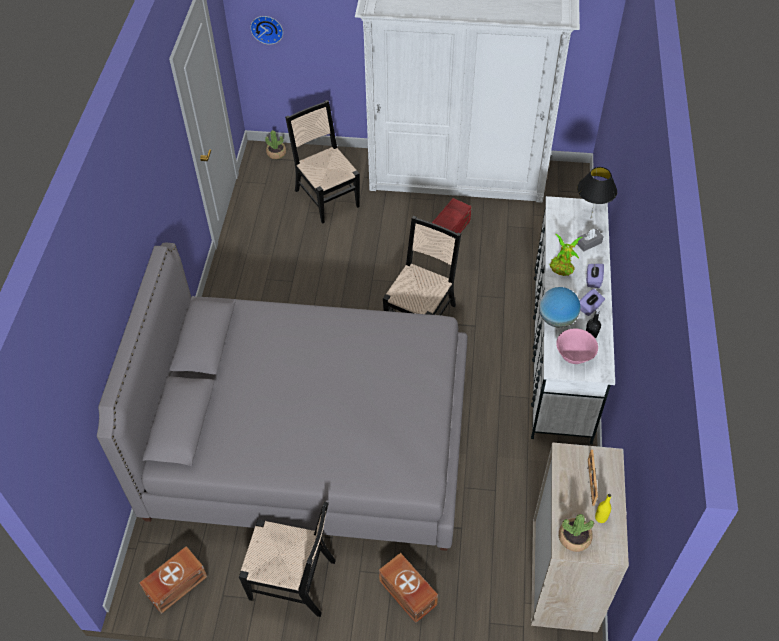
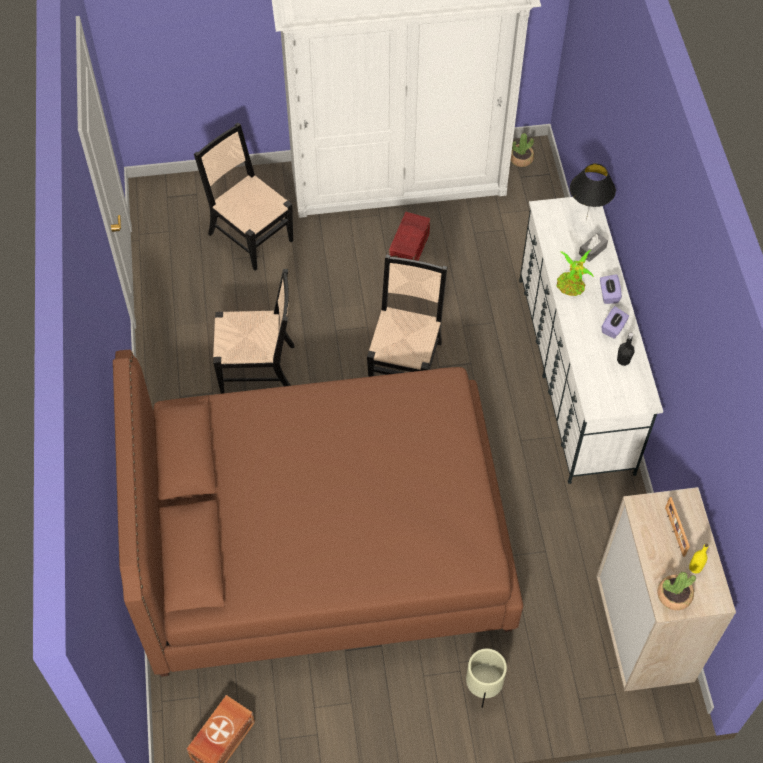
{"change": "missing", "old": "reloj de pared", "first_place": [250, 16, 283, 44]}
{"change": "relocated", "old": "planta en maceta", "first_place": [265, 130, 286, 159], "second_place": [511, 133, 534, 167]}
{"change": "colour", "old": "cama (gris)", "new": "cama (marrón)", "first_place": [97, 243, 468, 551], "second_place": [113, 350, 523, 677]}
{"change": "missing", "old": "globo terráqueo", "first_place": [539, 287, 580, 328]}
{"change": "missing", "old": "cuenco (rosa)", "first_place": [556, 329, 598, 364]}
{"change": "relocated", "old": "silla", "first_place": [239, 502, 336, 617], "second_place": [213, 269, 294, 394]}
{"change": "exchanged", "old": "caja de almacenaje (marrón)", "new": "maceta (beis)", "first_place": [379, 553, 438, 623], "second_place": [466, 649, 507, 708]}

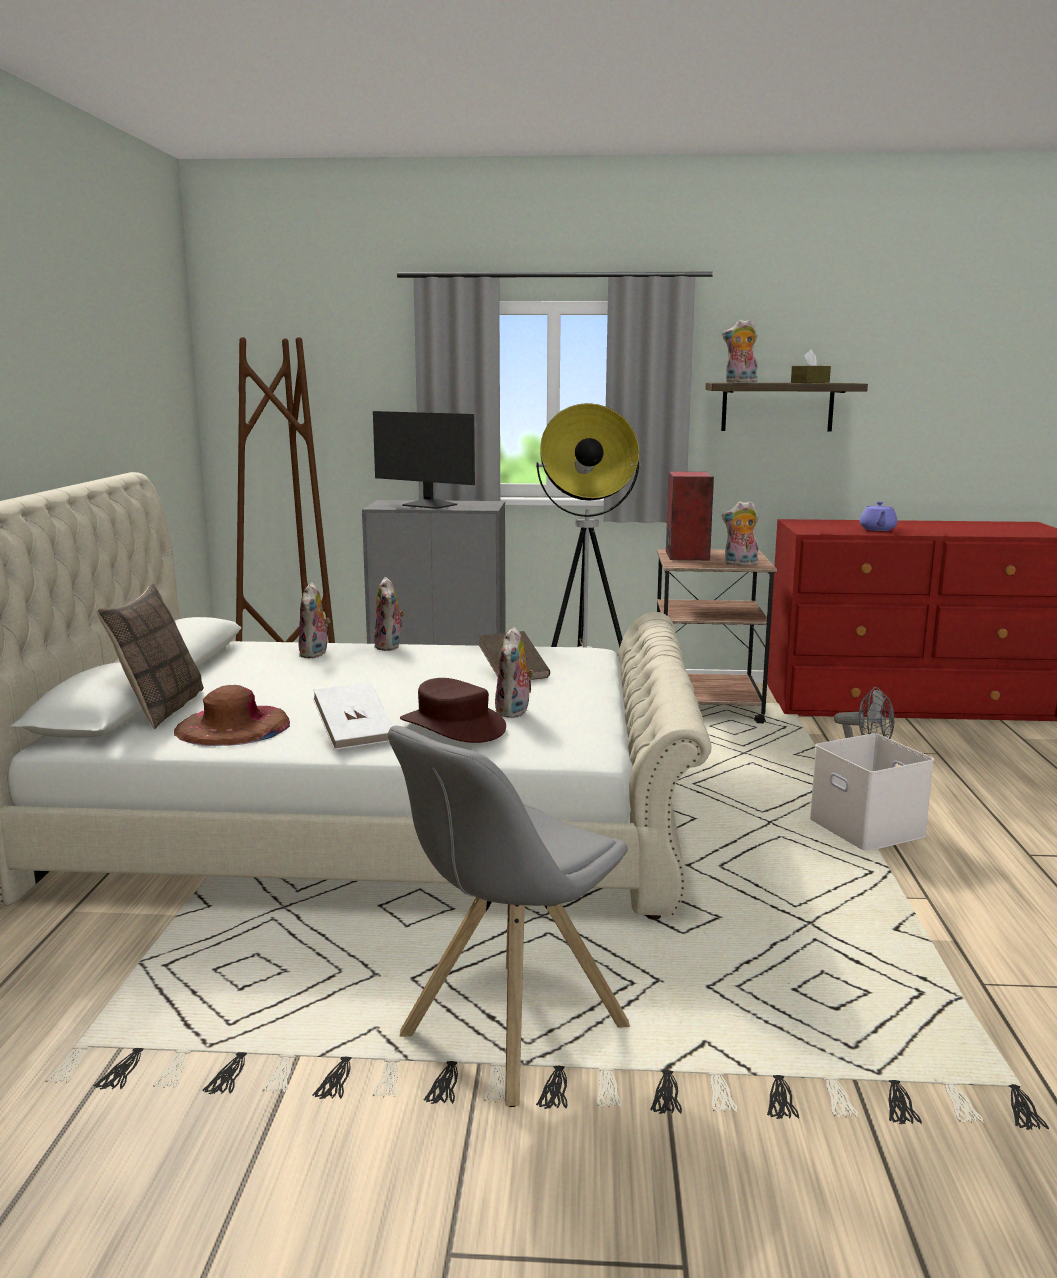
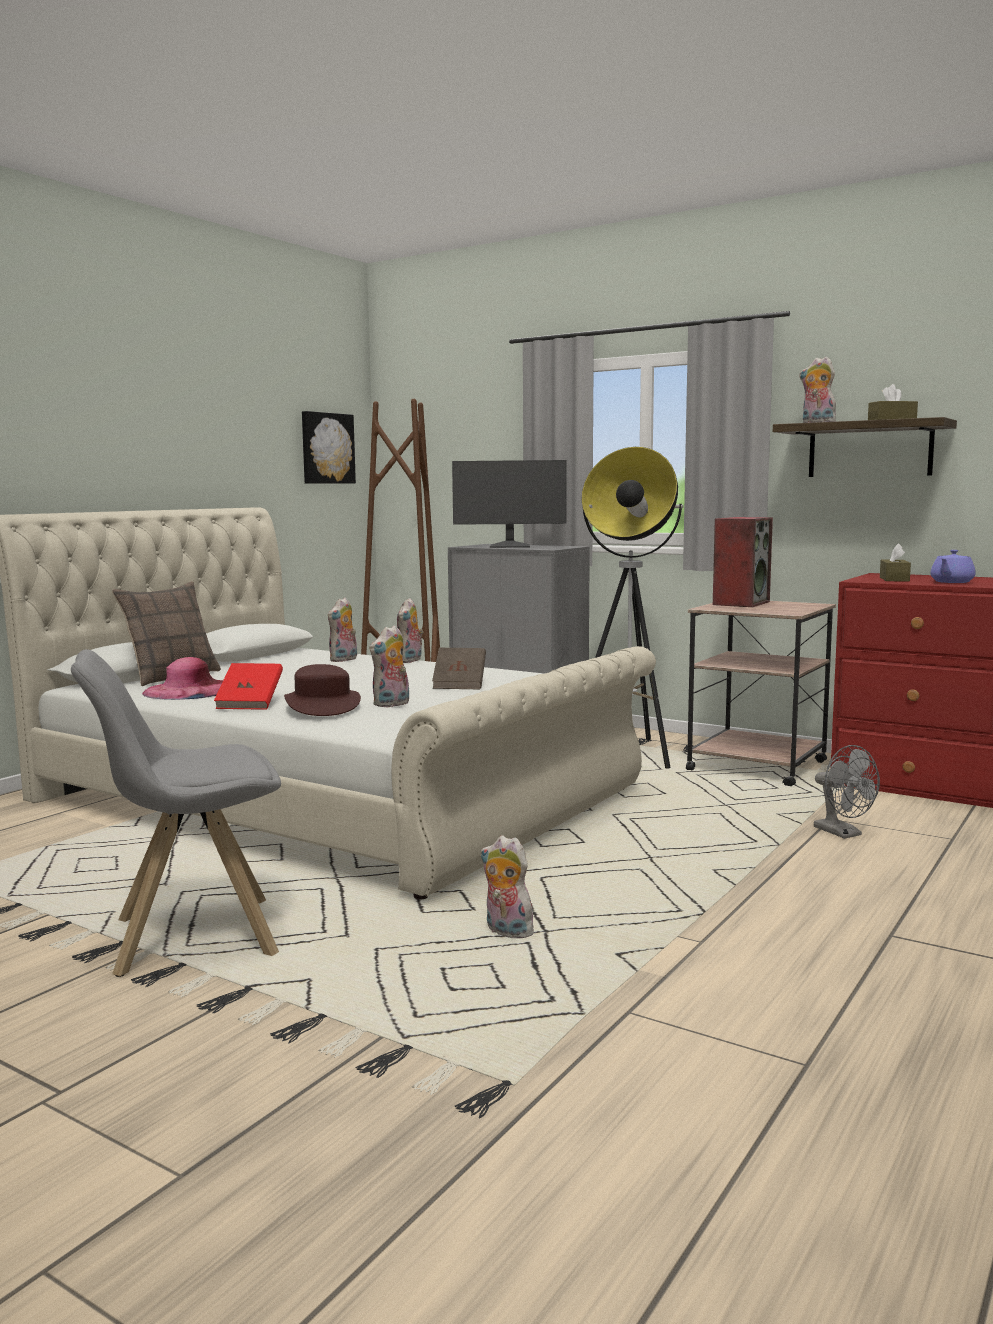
{"change": "spun", "old": "monitor", "first_place": [373, 411, 475, 509], "second_place": [452, 460, 567, 548], "degrees": -60}
{"change": "relocated", "old": "peluche", "first_place": [722, 501, 759, 566], "second_place": [481, 835, 540, 938]}
{"change": "colour", "old": "libro (blanco)", "new": "libro (rojo)", "first_place": [313, 682, 392, 750], "second_place": [214, 663, 283, 710]}
{"change": "colour", "old": "sombrero (marrón)", "new": "sombrero (rosa)", "first_place": [174, 685, 290, 746], "second_place": [142, 657, 223, 700]}
{"change": "missing", "old": "caja de almacenaje (blanco)", "first_place": [810, 733, 934, 851]}
{"change": "appeared", "new": "cuadro", "second_place": [302, 411, 356, 484]}
{"change": "appeared", "new": "caja de pañuelos (marrón)", "second_place": [880, 543, 911, 582]}

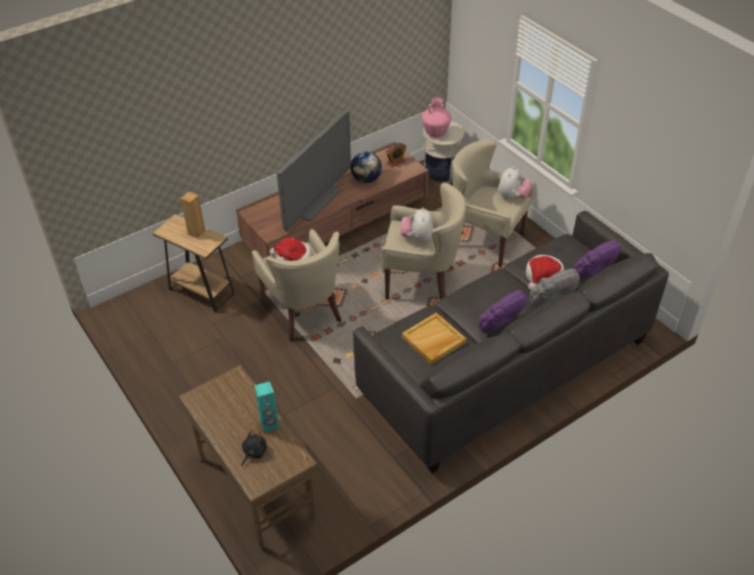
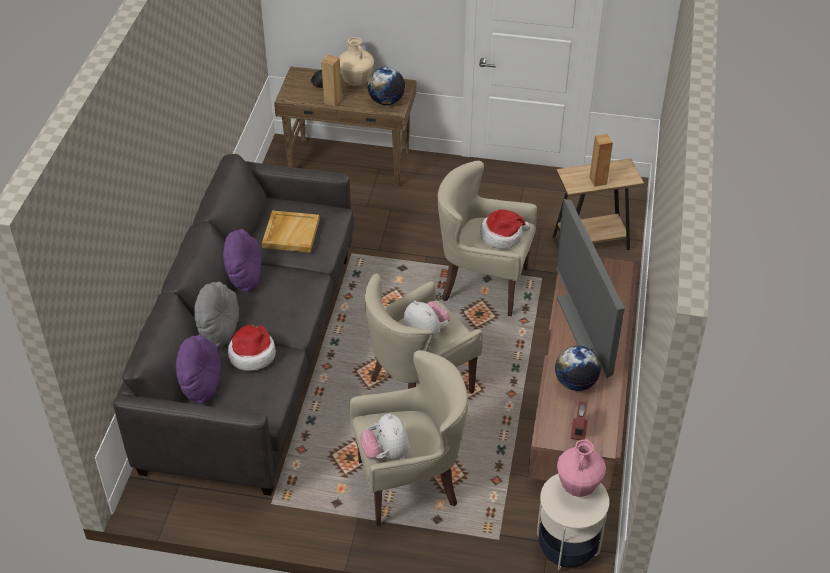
{"change": "colour", "old": "altavoz (turquesa)", "new": "altavoz (marrón)", "first_place": [254, 381, 279, 432], "second_place": [321, 55, 342, 107]}
{"change": "appeared", "new": "florero (beis)", "second_place": [339, 37, 374, 86]}
{"change": "appeared", "new": "globo terráqueo", "second_place": [367, 67, 405, 105]}

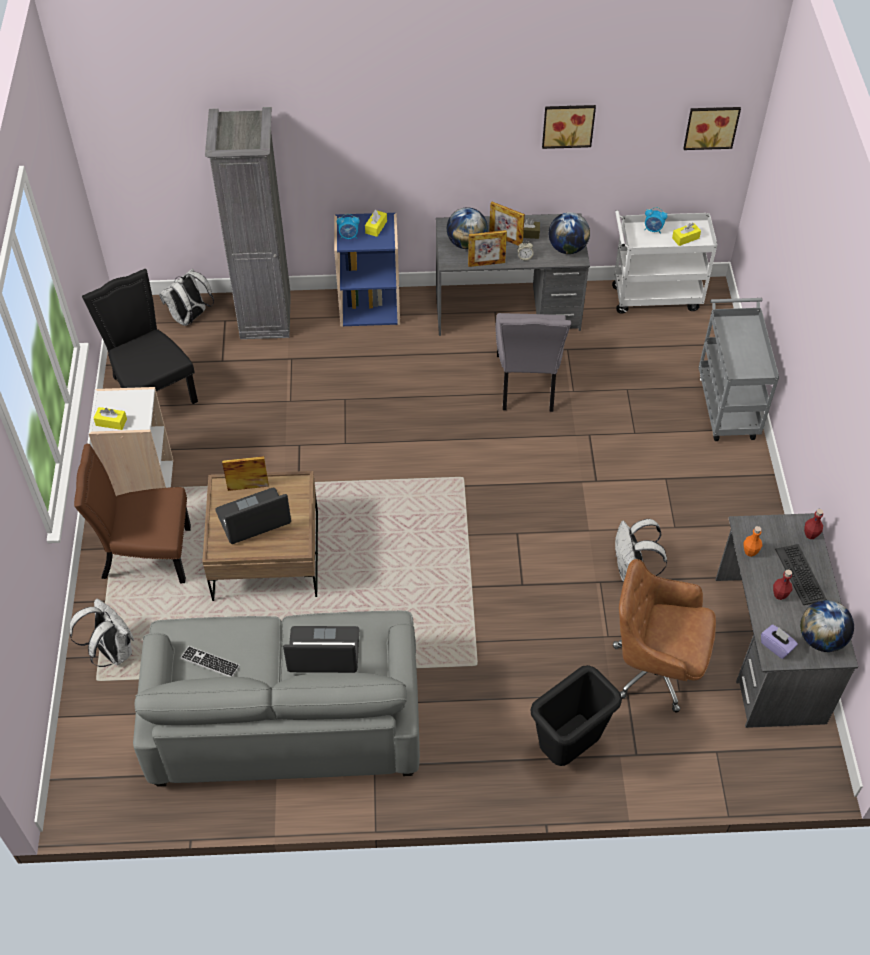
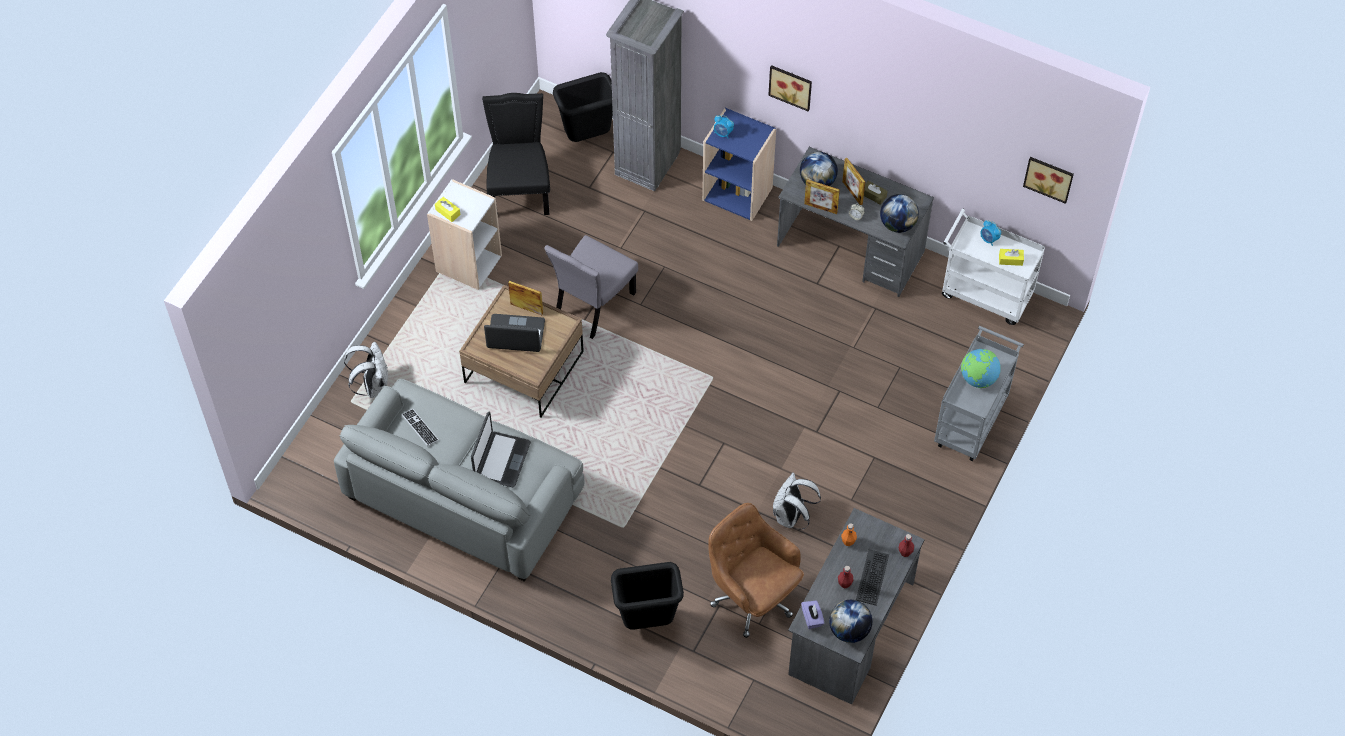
{"change": "relocated", "old": "cuadro", "first_place": [542, 105, 596, 149], "second_place": [768, 65, 812, 111]}
{"change": "missing", "old": "caja de pañuelos (amarillo)", "first_place": [365, 210, 387, 237]}
{"change": "exchanged", "old": "mochila (blanco)", "new": "papelera (negro)", "first_place": [159, 268, 214, 326], "second_place": [553, 72, 613, 142]}
{"change": "relocated", "old": "silla (gris)", "first_place": [495, 313, 571, 412], "second_place": [544, 235, 639, 339]}
{"change": "missing", "old": "silla (marrón)", "first_place": [74, 444, 191, 583]}
{"change": "spun", "old": "portátil", "first_place": [283, 626, 359, 673], "second_place": [471, 411, 531, 487], "degrees": 75}
{"change": "appeared", "new": "globo terráqueo", "second_place": [961, 349, 1001, 388]}

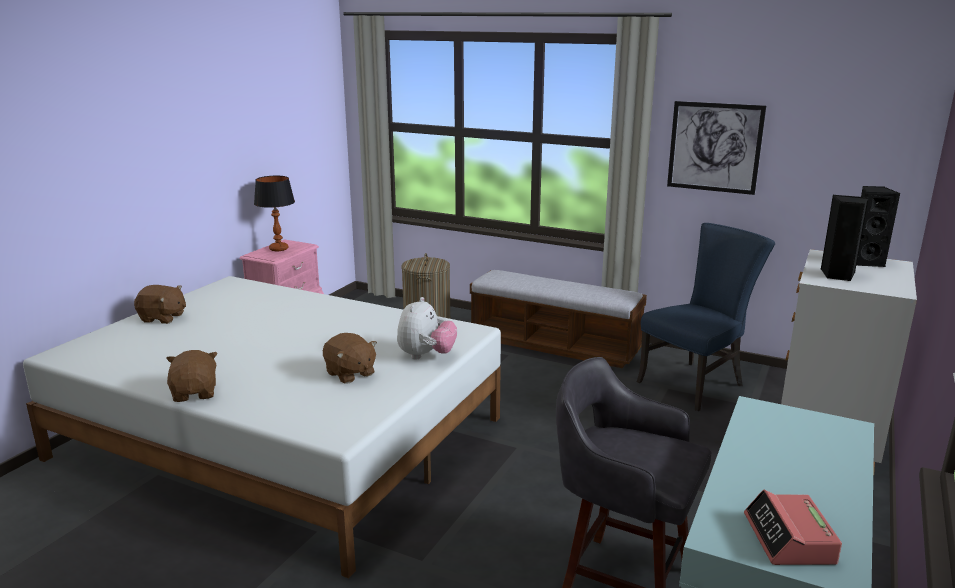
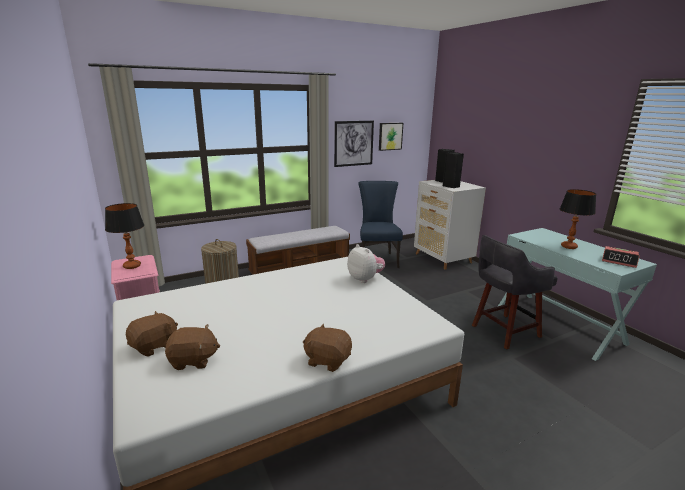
{"change": "relocated", "old": "peluche (marrón)", "first_place": [323, 333, 377, 384], "second_place": [165, 324, 220, 370]}
{"change": "appeared", "new": "cuadro", "second_place": [379, 123, 403, 151]}
{"change": "appeared", "new": "lámpara de mesa", "second_place": [560, 189, 596, 249]}

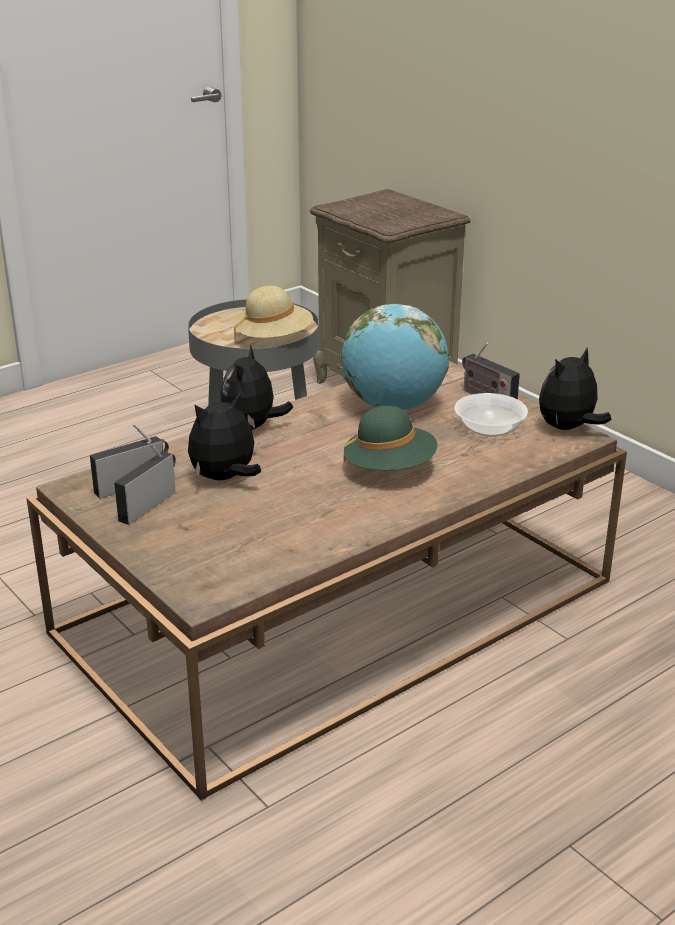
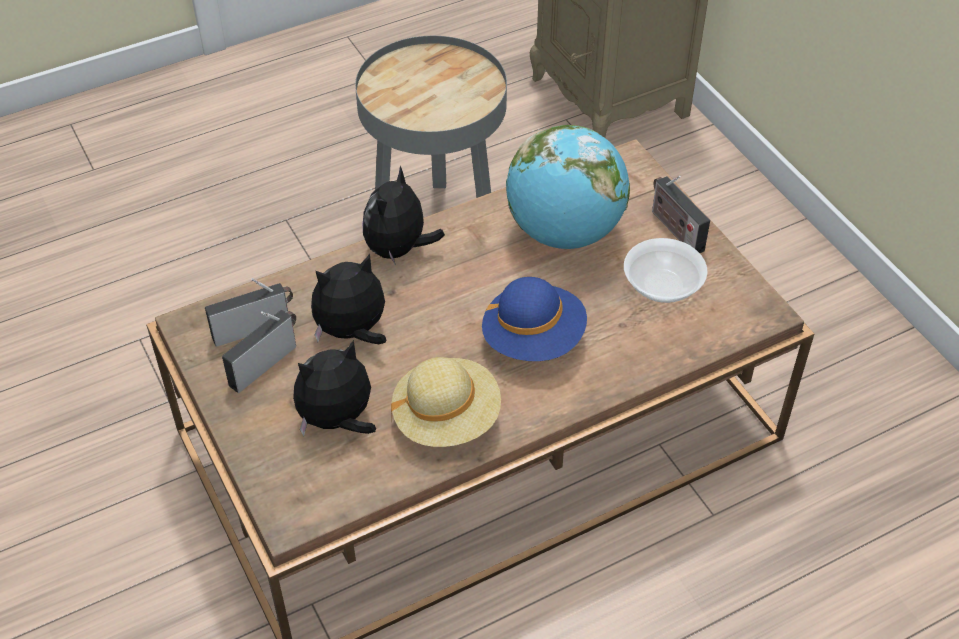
{"change": "relocated", "old": "sombrero (beis)", "first_place": [234, 286, 313, 342], "second_place": [391, 357, 501, 447]}
{"change": "relocated", "old": "peluche", "first_place": [539, 348, 611, 430], "second_place": [293, 340, 376, 436]}
{"change": "colour", "old": "sombrero (verde)", "new": "sombrero (azul)", "first_place": [344, 405, 437, 470], "second_place": [482, 277, 587, 361]}

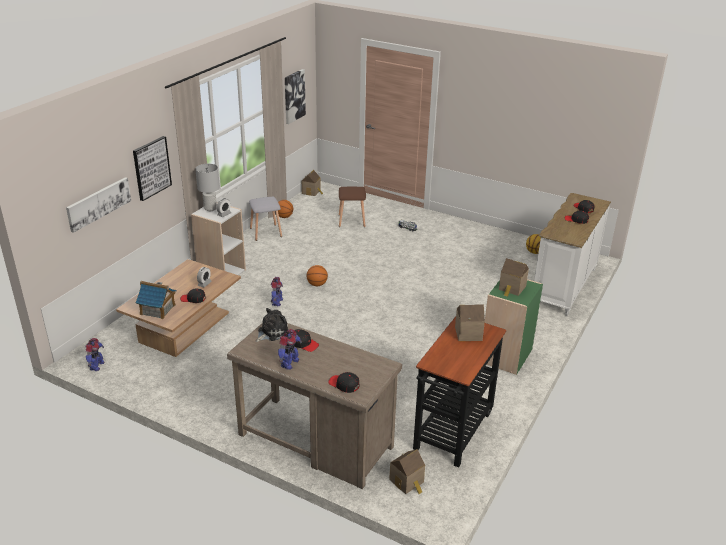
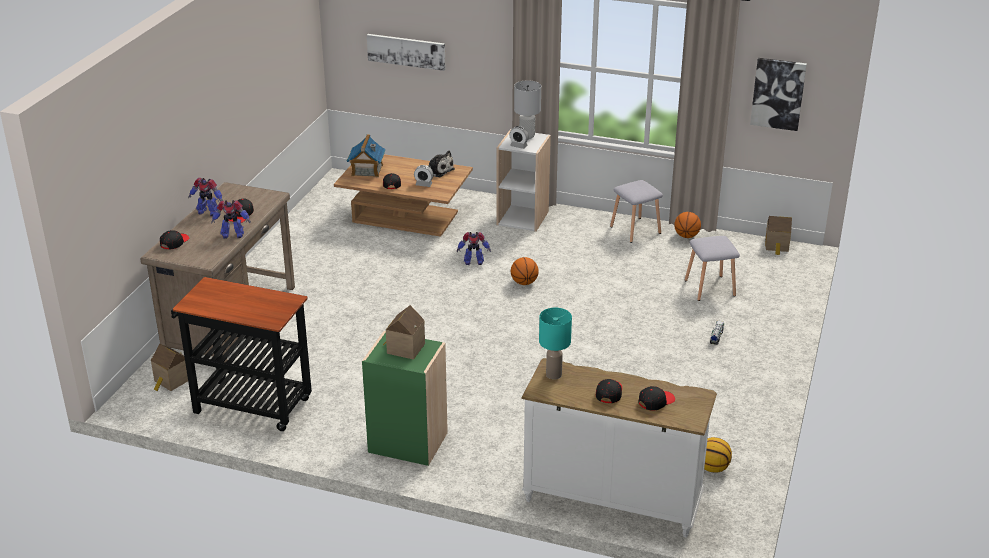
{"change": "missing", "old": "cuadro", "first_place": [133, 136, 172, 201]}
{"change": "colour", "old": "taburete (marrón)", "new": "taburete (gris)", "first_place": [339, 187, 366, 227], "second_place": [685, 236, 740, 301]}
{"change": "missing", "old": "casita", "first_place": [455, 304, 485, 341]}
{"change": "relocated", "old": "peluche", "first_place": [256, 308, 289, 342], "second_place": [426, 151, 455, 177]}
{"change": "relocated", "old": "robot de juguete", "first_place": [85, 338, 105, 371], "second_place": [211, 200, 251, 239]}
{"change": "appeared", "new": "lámpara de mesa (turquesa)", "second_place": [539, 308, 572, 379]}

